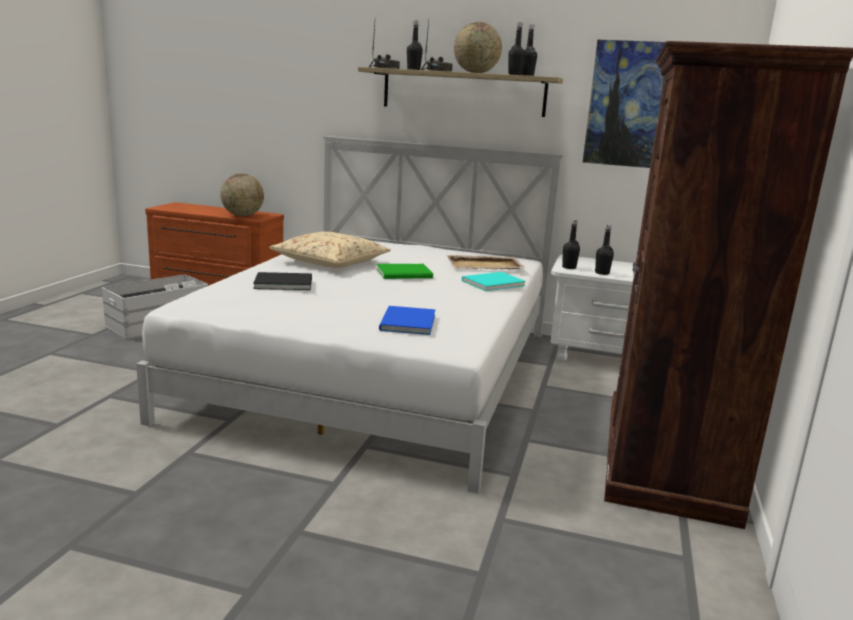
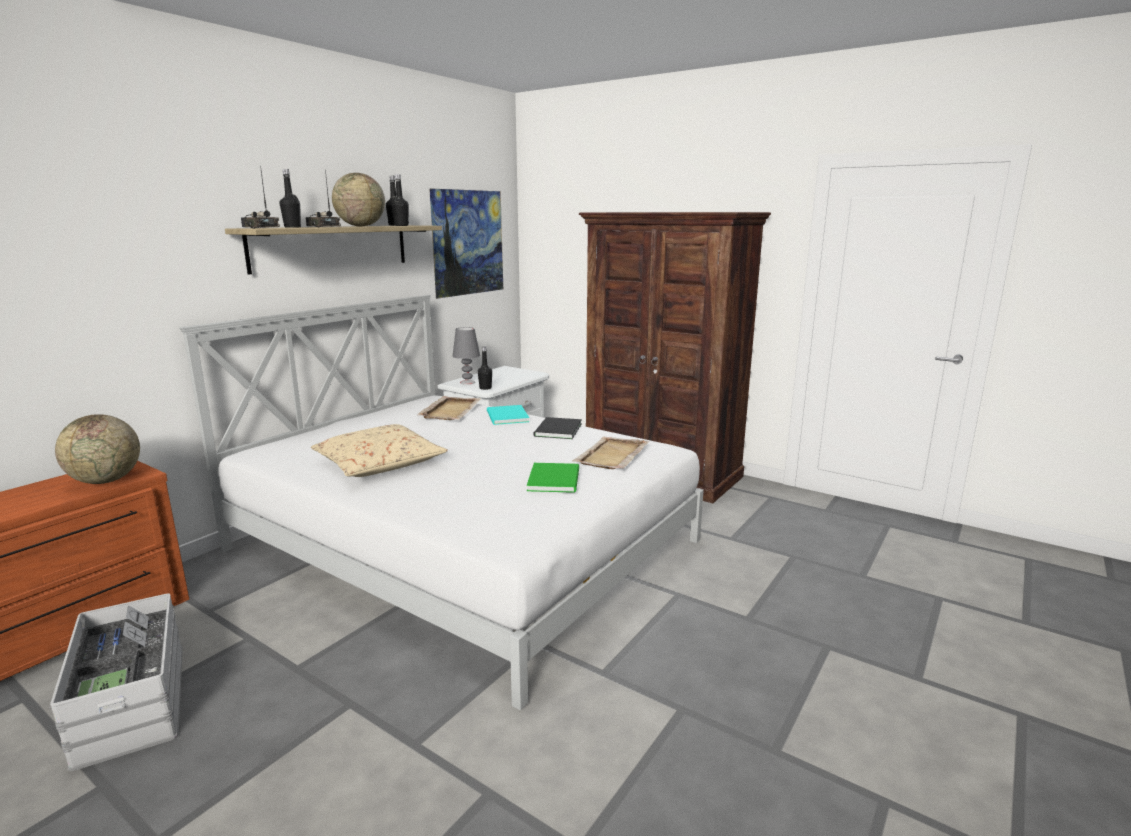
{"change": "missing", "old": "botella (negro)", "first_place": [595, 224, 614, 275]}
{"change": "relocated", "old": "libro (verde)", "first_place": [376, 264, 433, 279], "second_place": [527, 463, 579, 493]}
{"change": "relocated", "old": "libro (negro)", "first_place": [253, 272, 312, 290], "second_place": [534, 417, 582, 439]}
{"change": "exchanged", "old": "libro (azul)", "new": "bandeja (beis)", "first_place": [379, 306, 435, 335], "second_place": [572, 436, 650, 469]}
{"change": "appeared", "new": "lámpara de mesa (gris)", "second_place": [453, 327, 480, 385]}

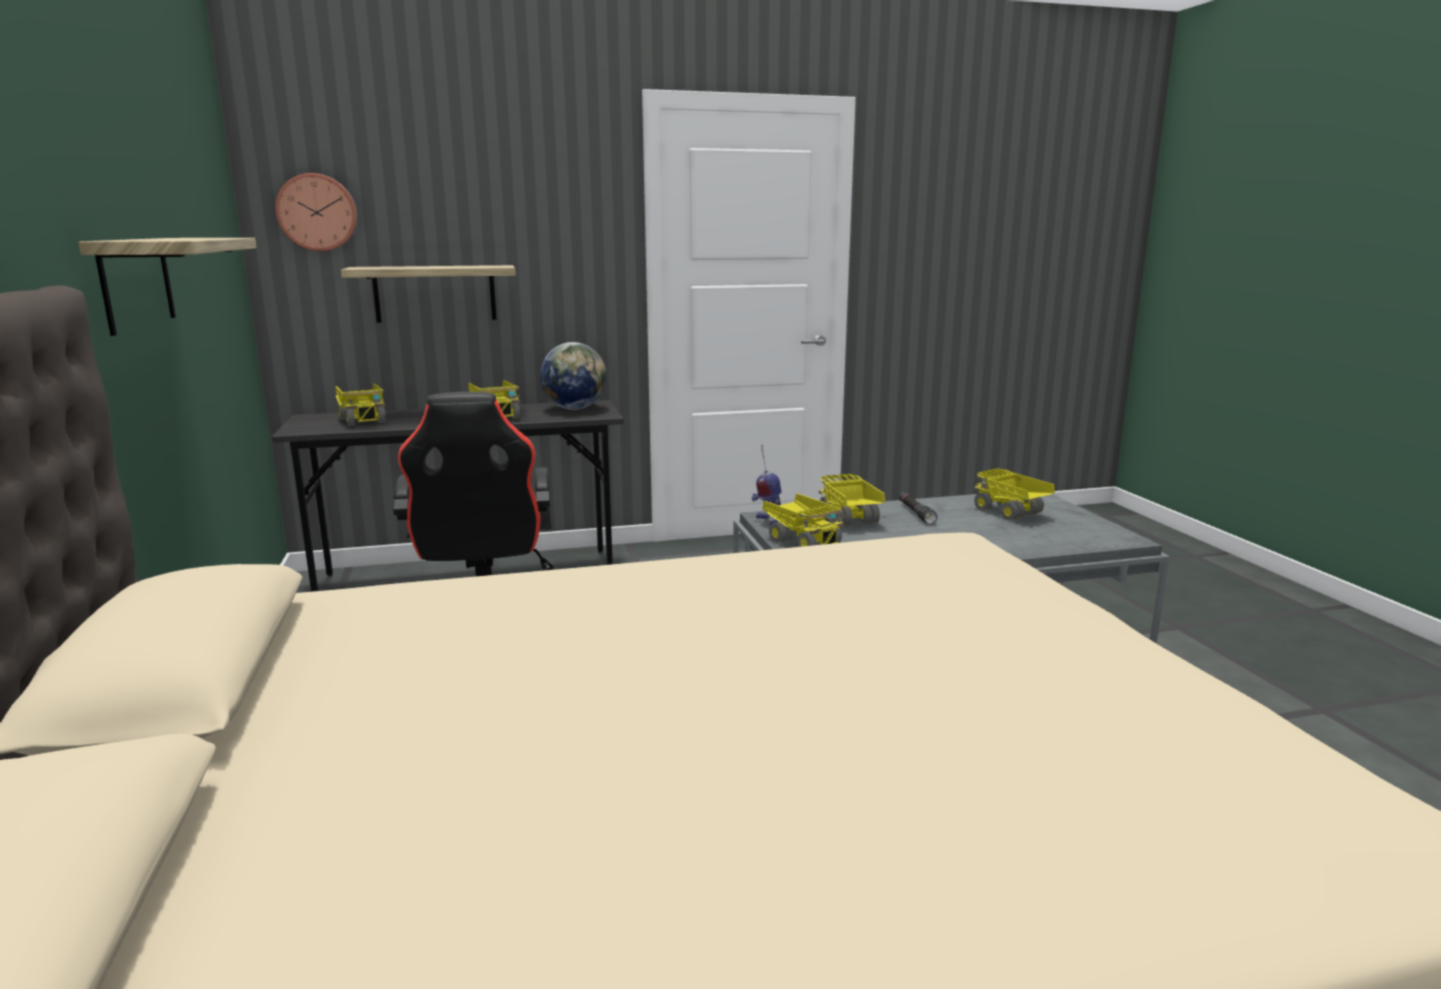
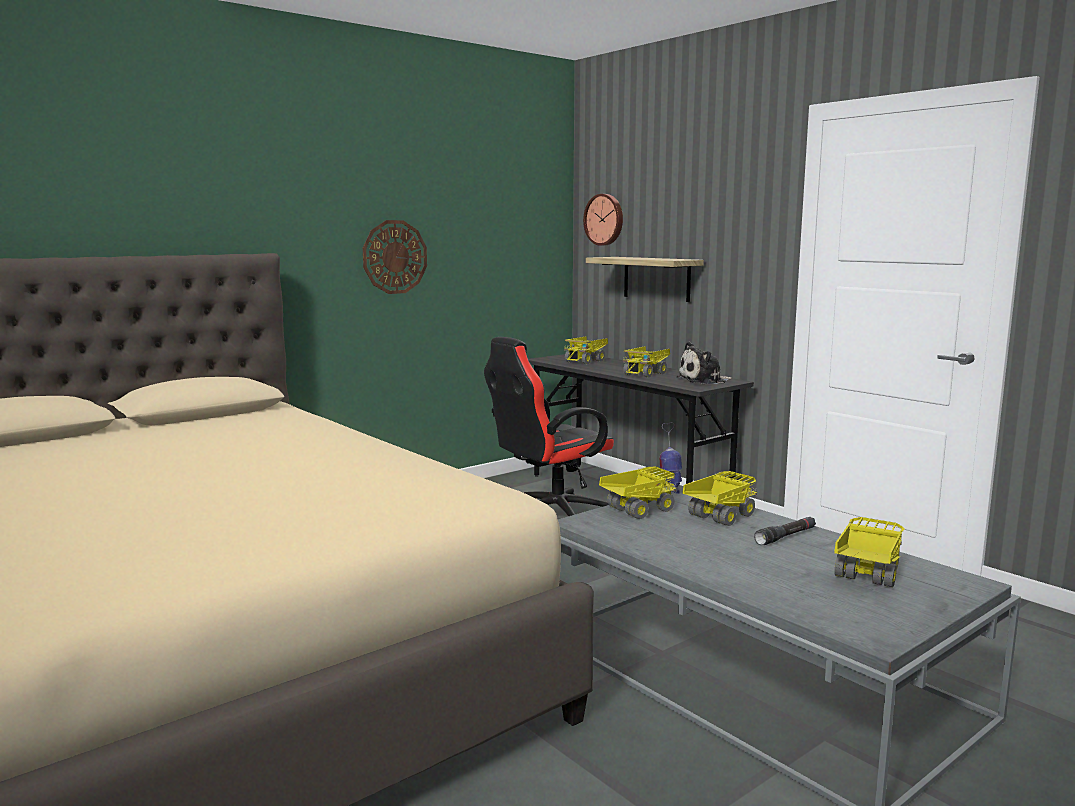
{"change": "exchanged", "old": "estante", "new": "reloj de pared", "first_place": [78, 238, 257, 336], "second_place": [363, 220, 427, 294]}
{"change": "exchanged", "old": "globo terráqueo", "new": "peluche", "first_place": [540, 342, 607, 410], "second_place": [676, 342, 733, 384]}
{"change": "spun", "old": "camión de juguete", "first_place": [762, 493, 844, 547], "second_place": [599, 467, 676, 519], "degrees": -150}

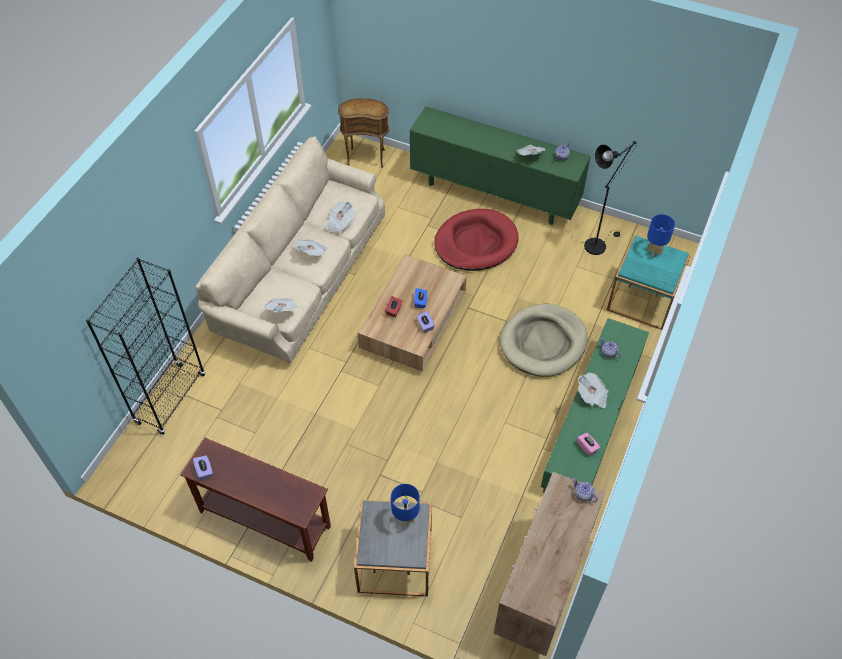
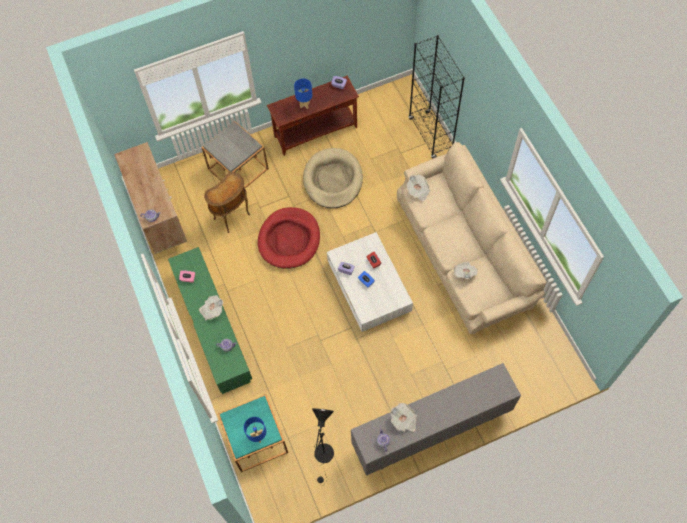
{"change": "relocated", "old": "mesa auxiliar (marrón)", "first_place": [338, 98, 389, 168], "second_place": [204, 172, 250, 233]}
{"change": "colour", "old": "armario (verde)", "new": "armario (gris)", "first_place": [410, 106, 591, 225], "second_place": [351, 363, 521, 476]}
{"change": "relocated", "old": "cama para perro (rojo)", "first_place": [434, 209, 519, 271], "second_place": [258, 207, 320, 269]}
{"change": "missing", "old": "periódico", "first_place": [295, 239, 328, 256]}
{"change": "colour", "old": "mesa de centro (marrón)", "new": "mesa de centro (blanco)", "first_place": [358, 254, 467, 371], "second_place": [327, 232, 413, 332]}
{"change": "relocated", "old": "cama para perro (beis)", "first_place": [500, 304, 587, 376], "second_place": [303, 148, 363, 208]}
{"change": "relocated", "old": "lámpara de mesa (azul)", "first_place": [391, 484, 420, 528], "second_place": [294, 79, 312, 109]}

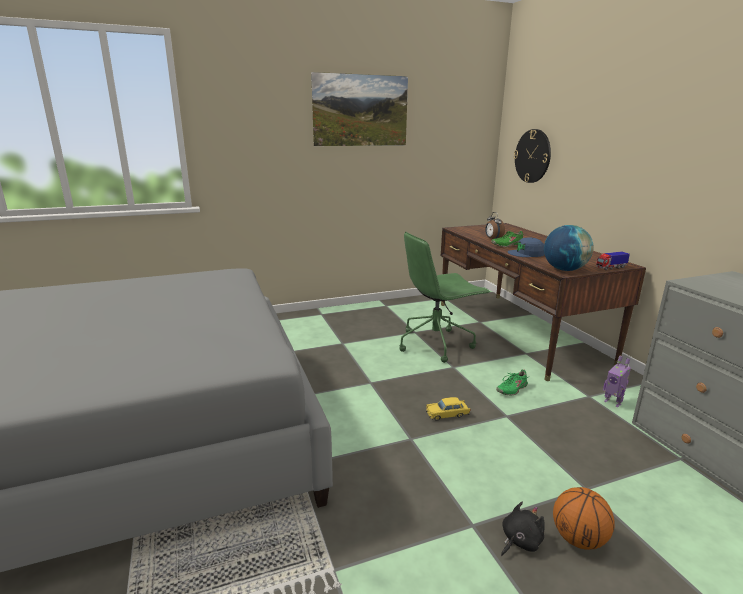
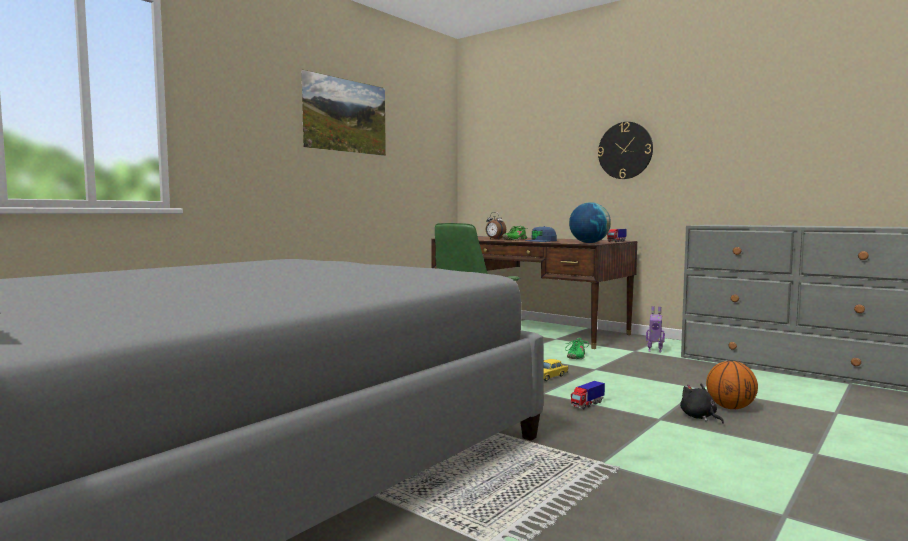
{"change": "relocated", "old": "reloj de pared", "first_place": [514, 129, 551, 183], "second_place": [598, 122, 653, 179]}
{"change": "spun", "old": "peluche (negro)", "first_place": [501, 502, 545, 557], "second_place": [680, 384, 724, 424], "degrees": -45}
{"change": "appeared", "new": "camión de juguete", "second_place": [571, 381, 605, 409]}

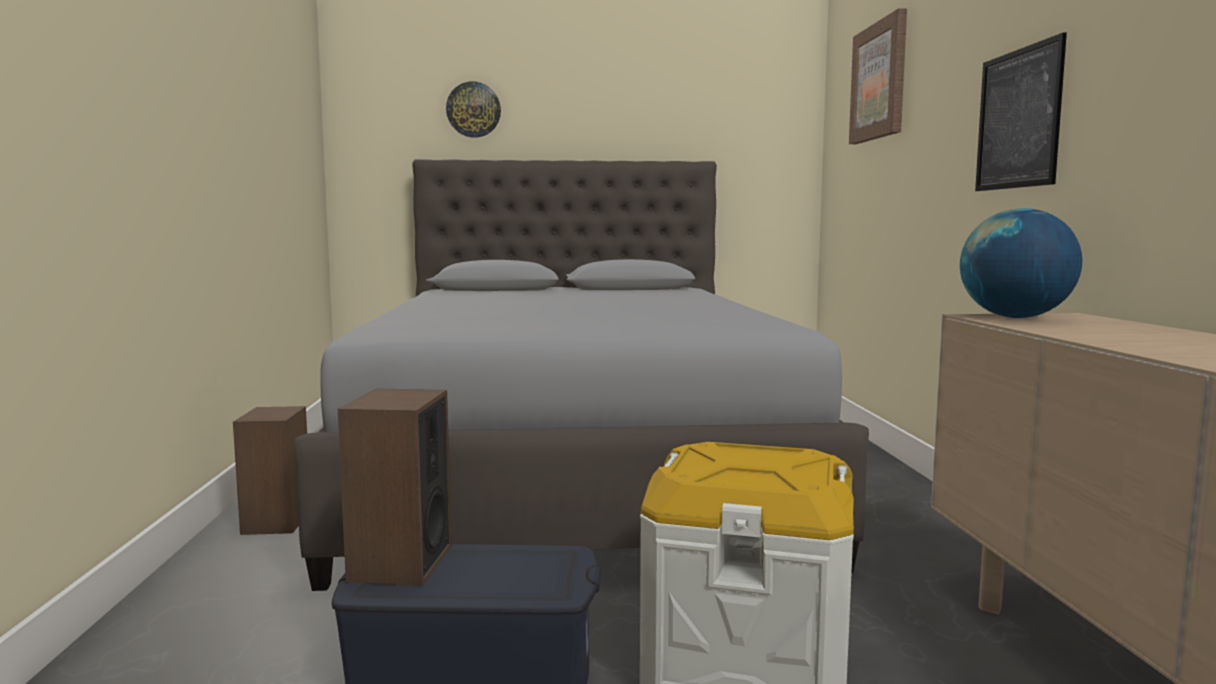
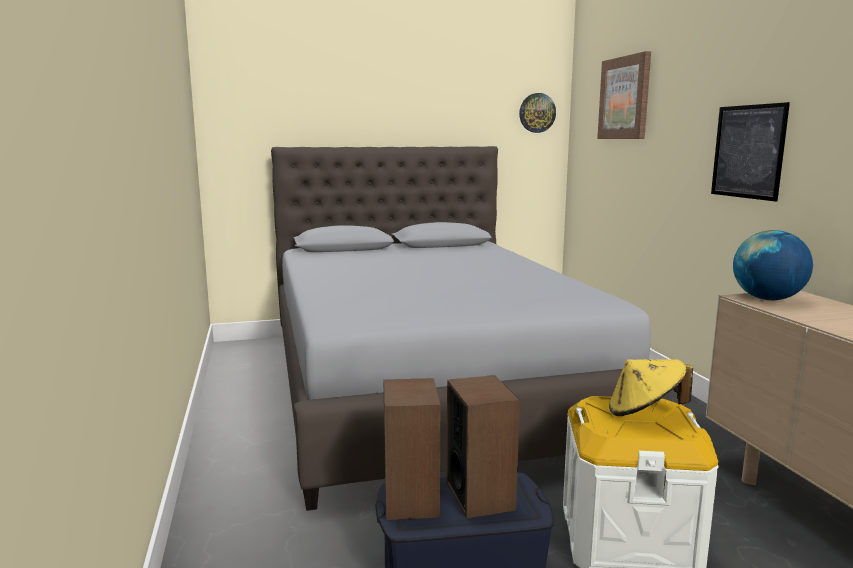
{"change": "relocated", "old": "reloj de pared", "first_place": [446, 81, 501, 138], "second_place": [519, 93, 556, 133]}
{"change": "relocated", "old": "altavoz", "first_place": [233, 406, 307, 535], "second_place": [447, 375, 520, 519]}
{"change": "appeared", "new": "sombrero (amarillo)", "second_place": [609, 359, 693, 416]}

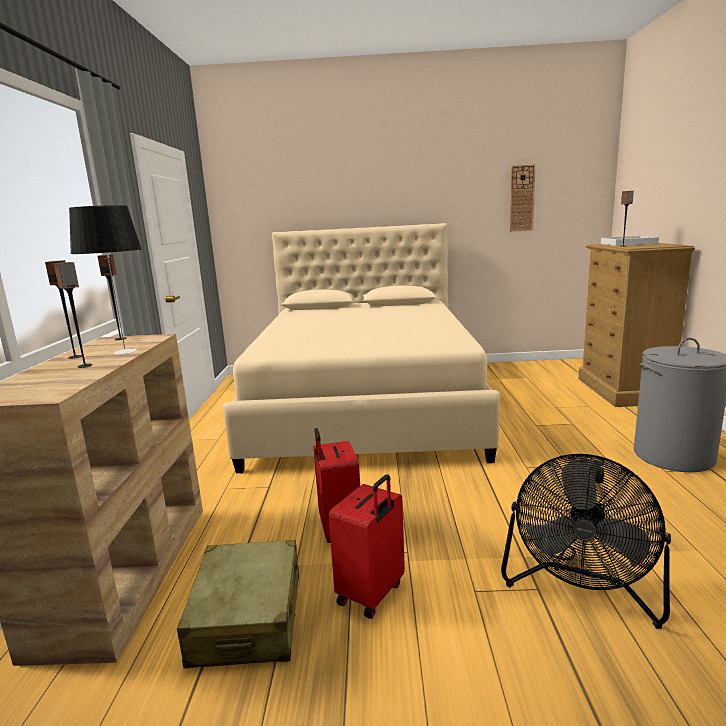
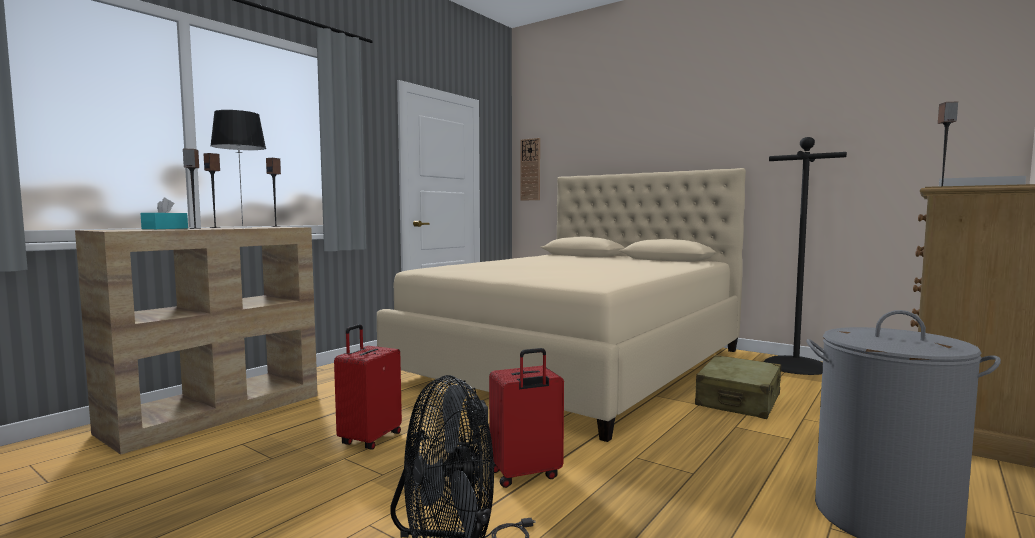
{"change": "relocated", "old": "reloj de pared", "first_place": [509, 164, 536, 232], "second_place": [521, 138, 540, 201]}
{"change": "relocated", "old": "maleta (rojo)", "first_place": [329, 474, 405, 619], "second_place": [489, 348, 564, 488]}
{"change": "relocated", "old": "maleta (beis)", "first_place": [177, 540, 299, 669], "second_place": [695, 355, 781, 419]}
{"change": "appeared", "new": "perchero (negro)", "second_place": [764, 137, 847, 375]}
{"change": "appeared", "new": "caja de pañuelos (turquesa)", "second_place": [140, 197, 188, 229]}

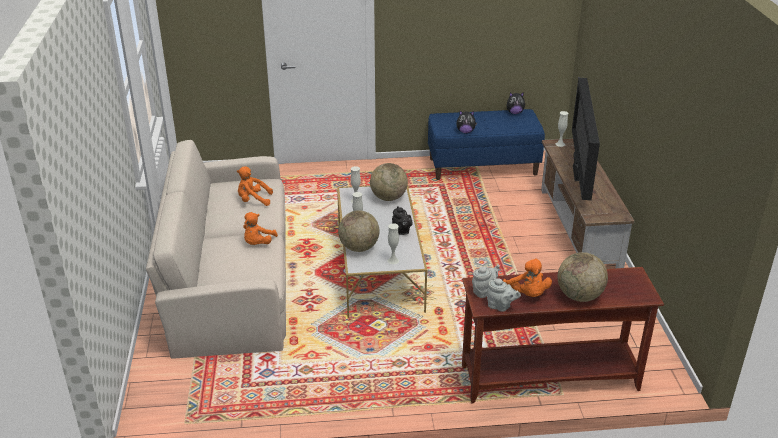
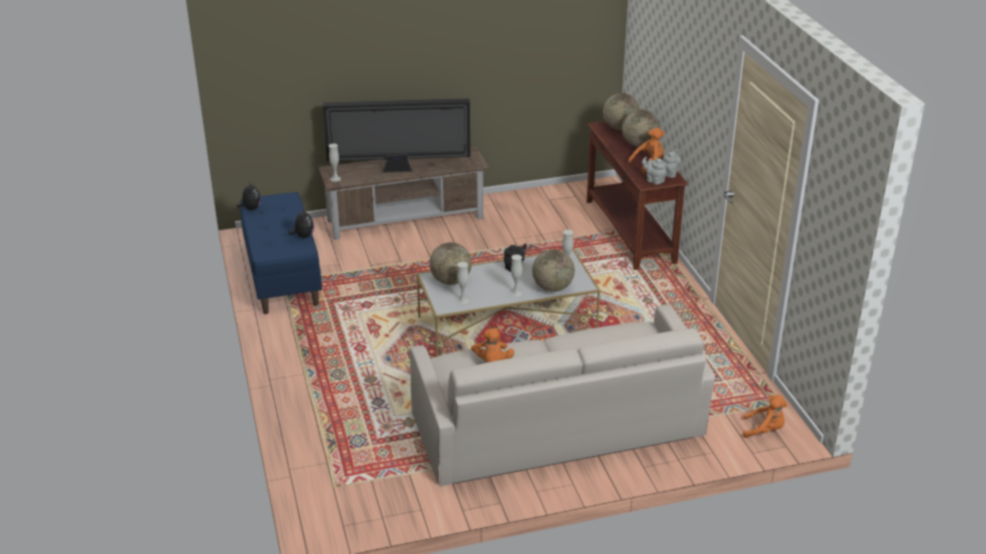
{"change": "relocated", "old": "peluche (naranja)", "first_place": [243, 212, 278, 245], "second_place": [743, 395, 788, 438]}
{"change": "appeared", "new": "globo terráqueo", "second_place": [603, 93, 640, 130]}

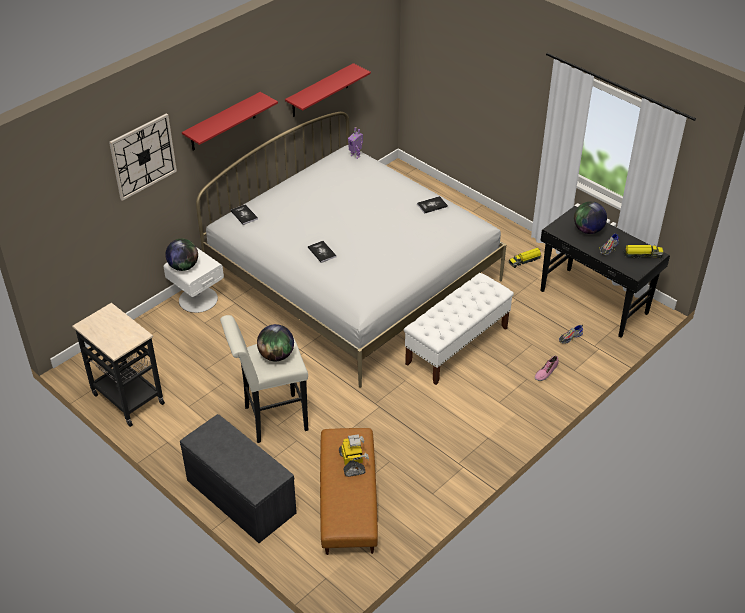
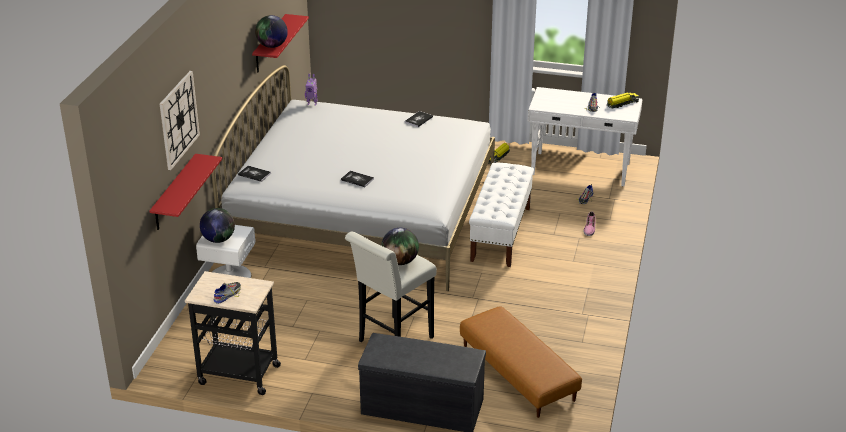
{"change": "relocated", "old": "estante (rojo)", "first_place": [182, 92, 278, 150], "second_place": [149, 154, 222, 230]}
{"change": "relocated", "old": "globo terráqueo", "first_place": [574, 201, 607, 234], "second_place": [255, 15, 288, 48]}
{"change": "colour", "old": "mesa consola (negro)", "new": "mesa consola (blanco)", "first_place": [540, 206, 670, 338], "second_place": [528, 87, 642, 186]}
{"change": "missing", "old": "robot de juguete", "first_place": [339, 434, 369, 477]}
{"change": "appeared", "new": "zapato", "second_place": [214, 282, 241, 304]}

